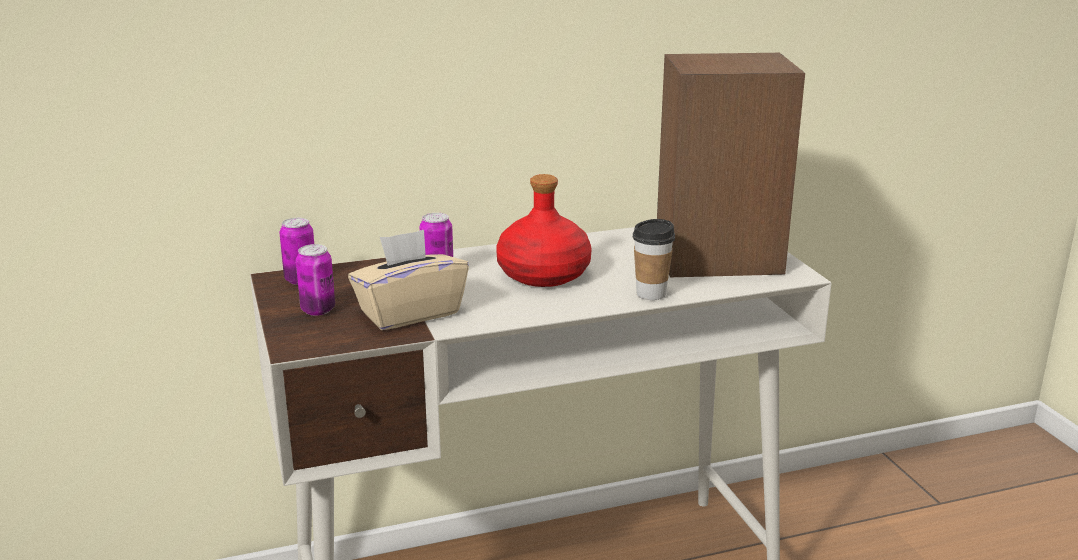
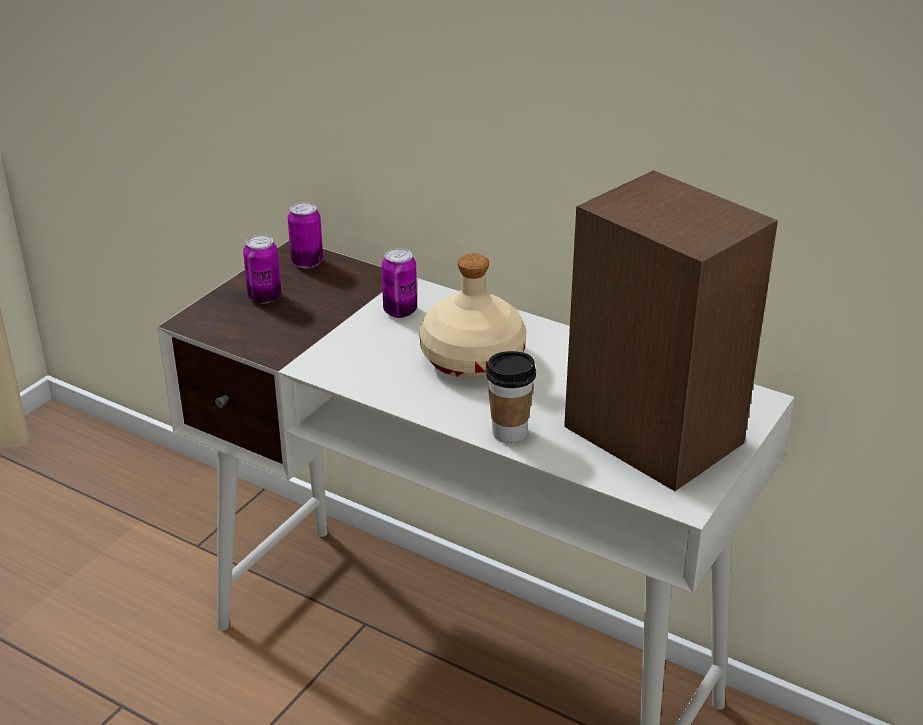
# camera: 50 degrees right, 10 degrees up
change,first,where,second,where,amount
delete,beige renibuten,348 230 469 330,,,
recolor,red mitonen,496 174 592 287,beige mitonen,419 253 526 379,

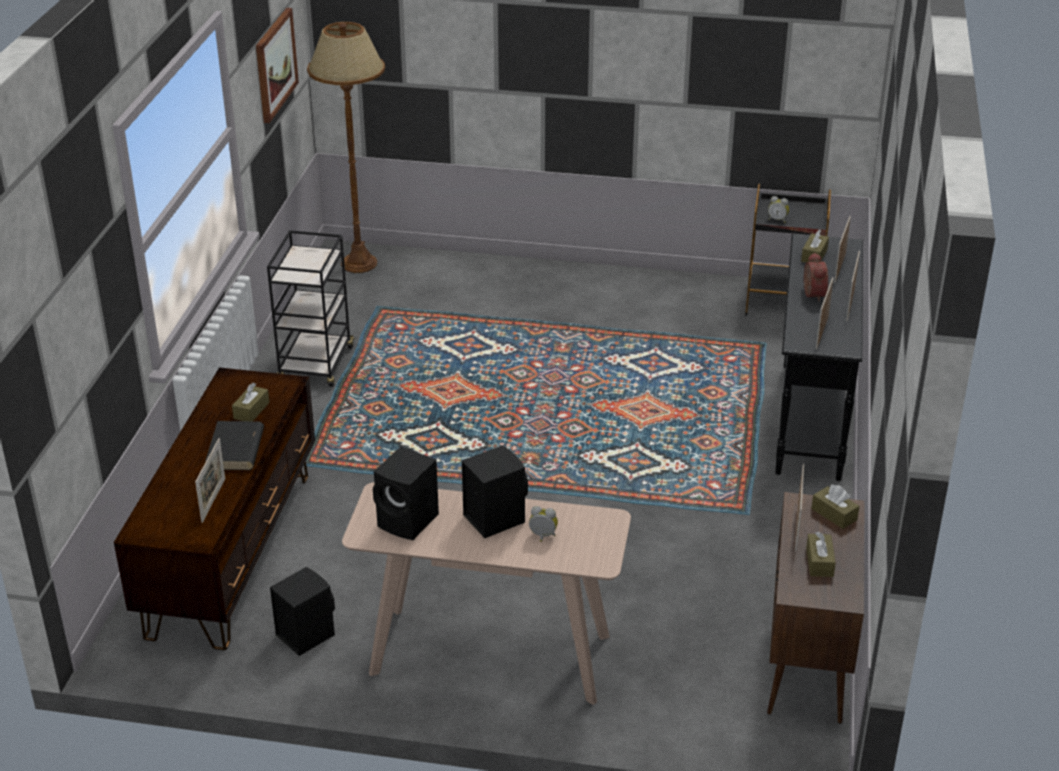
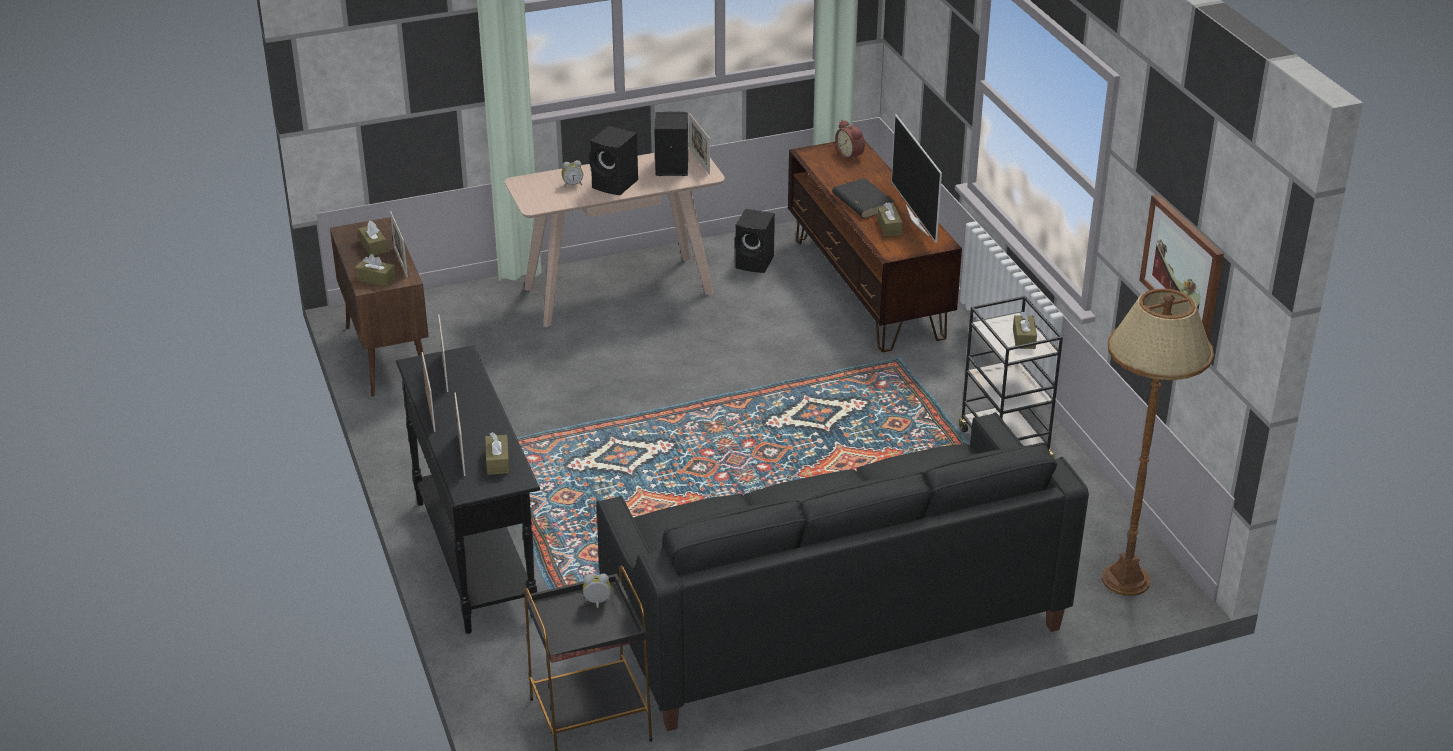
# camera: 150 degrees right, 0 degrees up
change,first,where,second,where,amount
insert,,,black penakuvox,596 412 1089 731,
insert,,,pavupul,891 114 942 243,
insert,,,brown renibuten,1013 312 1037 349,
move,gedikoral,195 438 225 523,,689 114 710 174,
move,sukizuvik,804 252 828 302,,835 120 865 161,

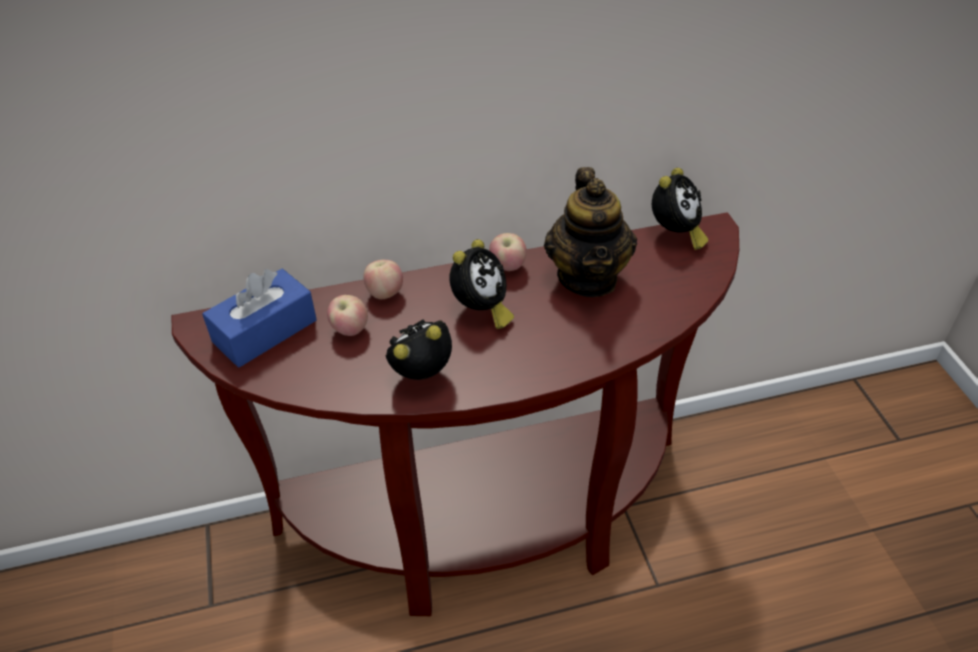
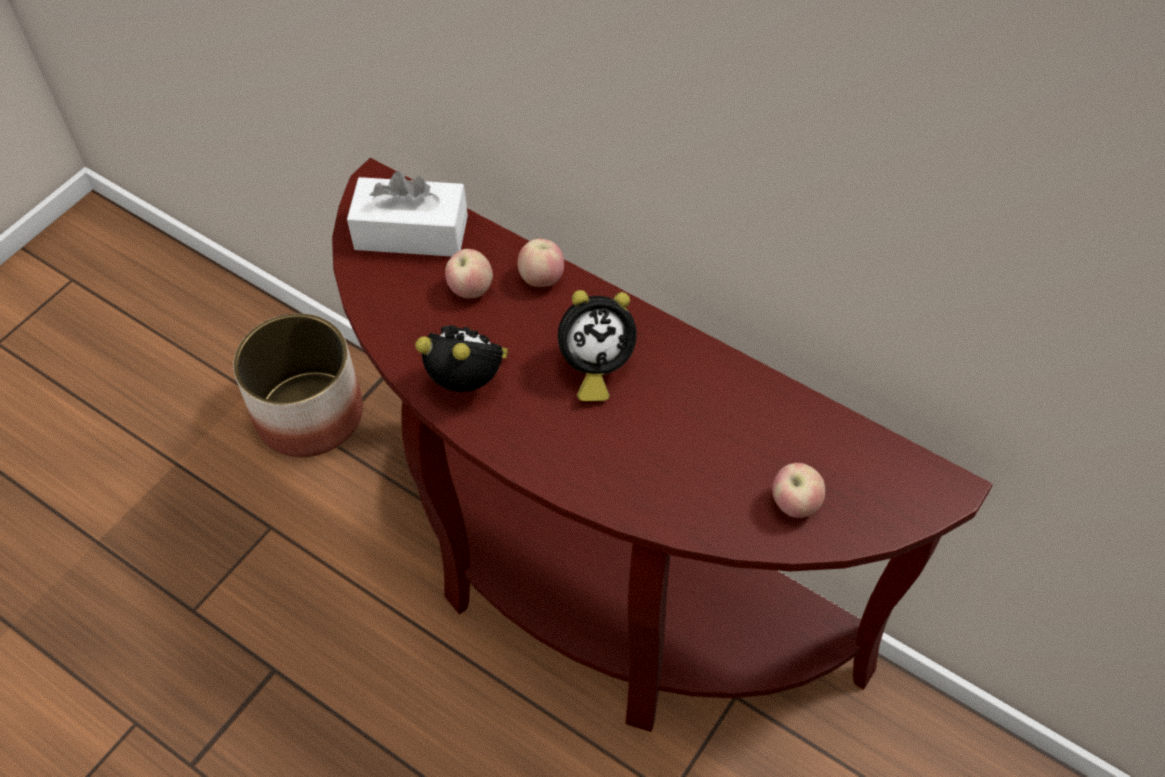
# camera: 50 degrees right, 10 degrees up
change,first,where,second,where,amount
delete,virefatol,544 167 637 297,,,
delete,sukizuvik,652 168 708 250,,,
insert,,,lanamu,233 313 363 457,
move,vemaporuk,489 233 527 271,,773 463 825 518,
recolor,blue renibuten,202 269 317 367,white renibuten,347 171 468 257,

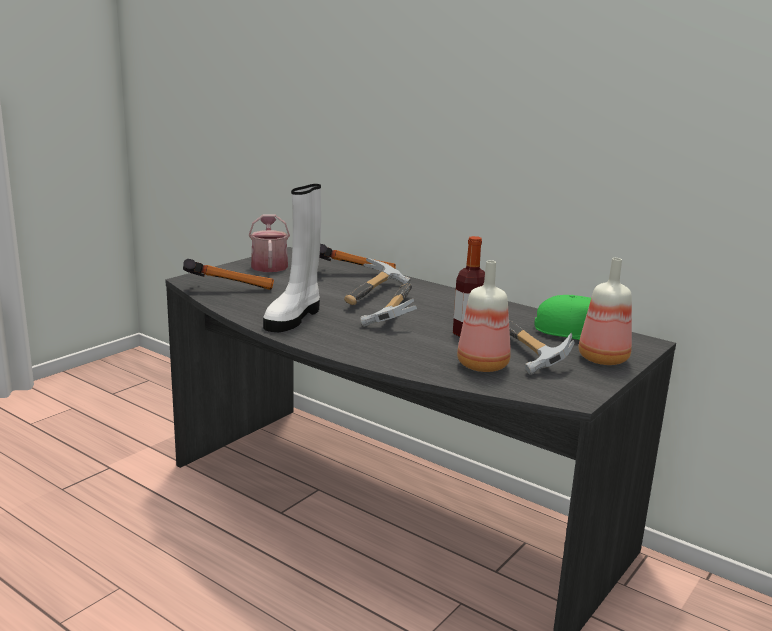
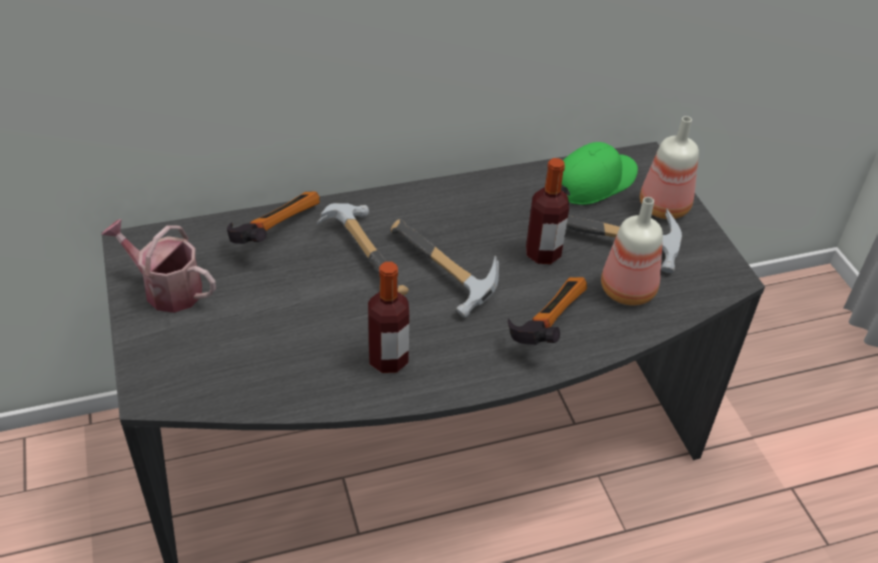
# camera: 55 degrees left, 25 degrees up
change,first,where,second,where,amount
move,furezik,183 259 274 290,,508 277 587 345,
replace,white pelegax,263 184 321 332,mitonen,368 262 409 373,

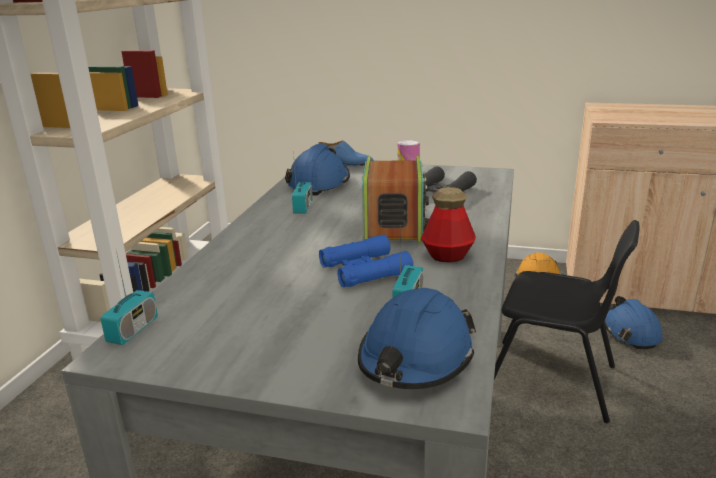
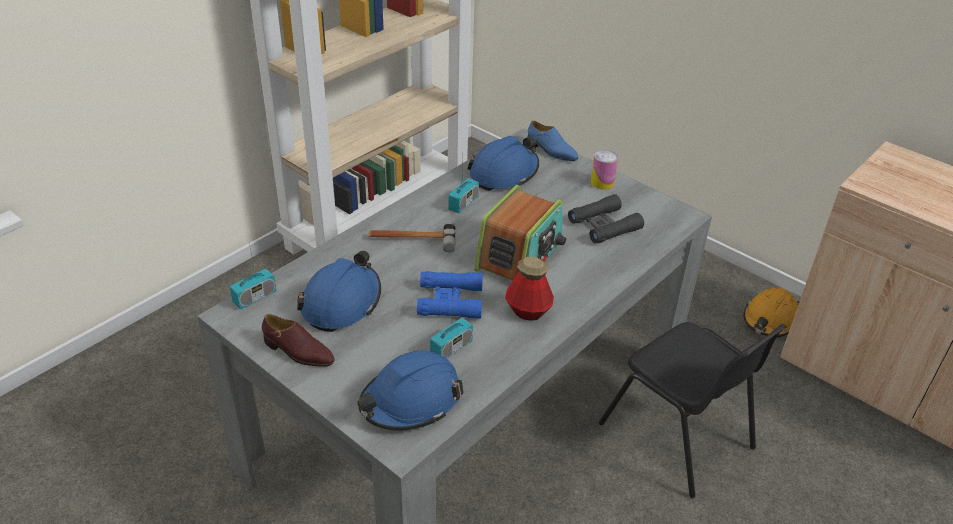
# camera: 25 degrees right, 15 degrees up
change,first,where,second,where,amount
insert,,,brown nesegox,262 314 335 367,
insert,,,furezik,368 222 455 252,
move,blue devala,604 296 663 349,,297 251 381 332,

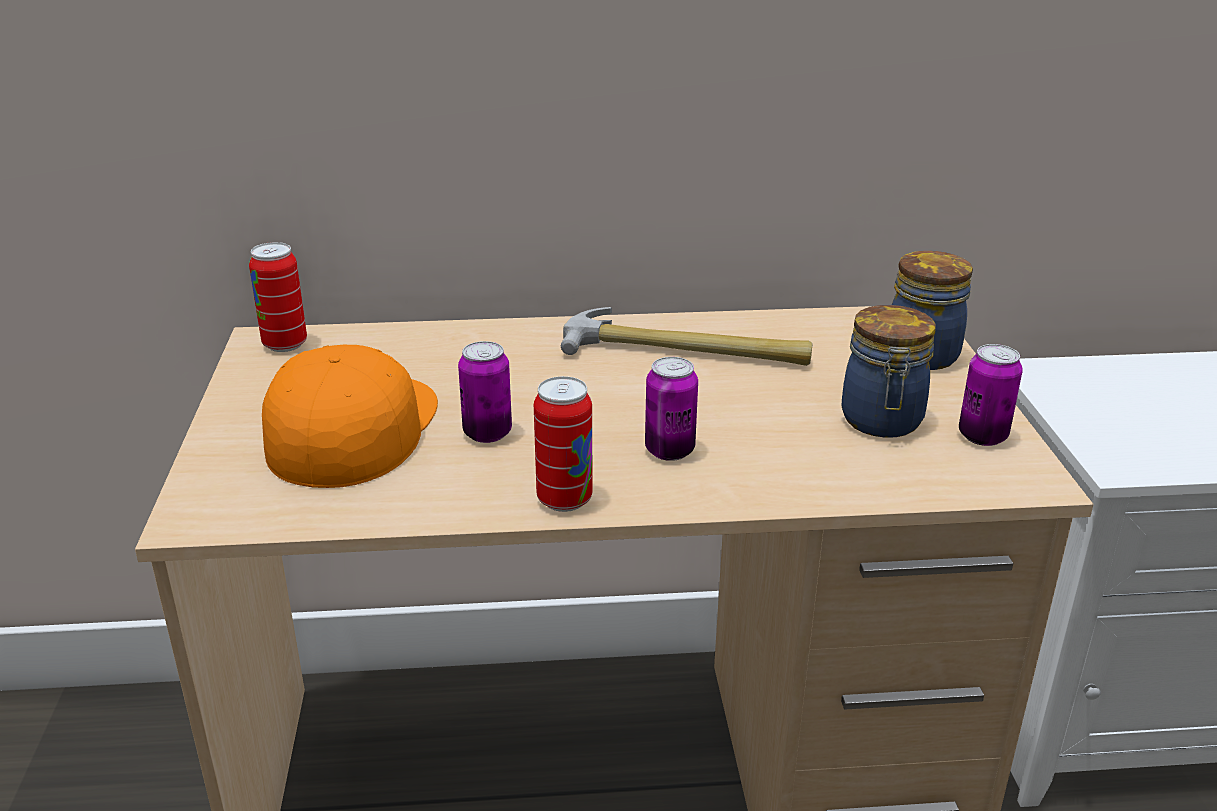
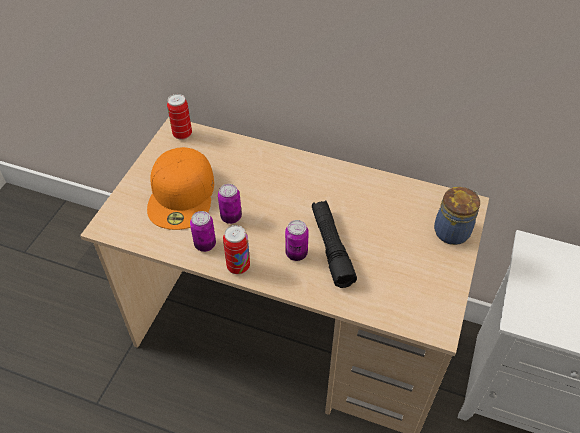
# camera: 25 degrees right, 20 degrees up
change,first,where,second,where,amount
delete,furezik,561 307 813 366,,,
delete,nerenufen,841 305 936 438,,,
insert,,,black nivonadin,312 200 357 288,
move,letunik,959 344 1023 446,,190 211 216 252,
rotate,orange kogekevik,262 345 438 488,,147 147 214 230,150 degrees clockwise

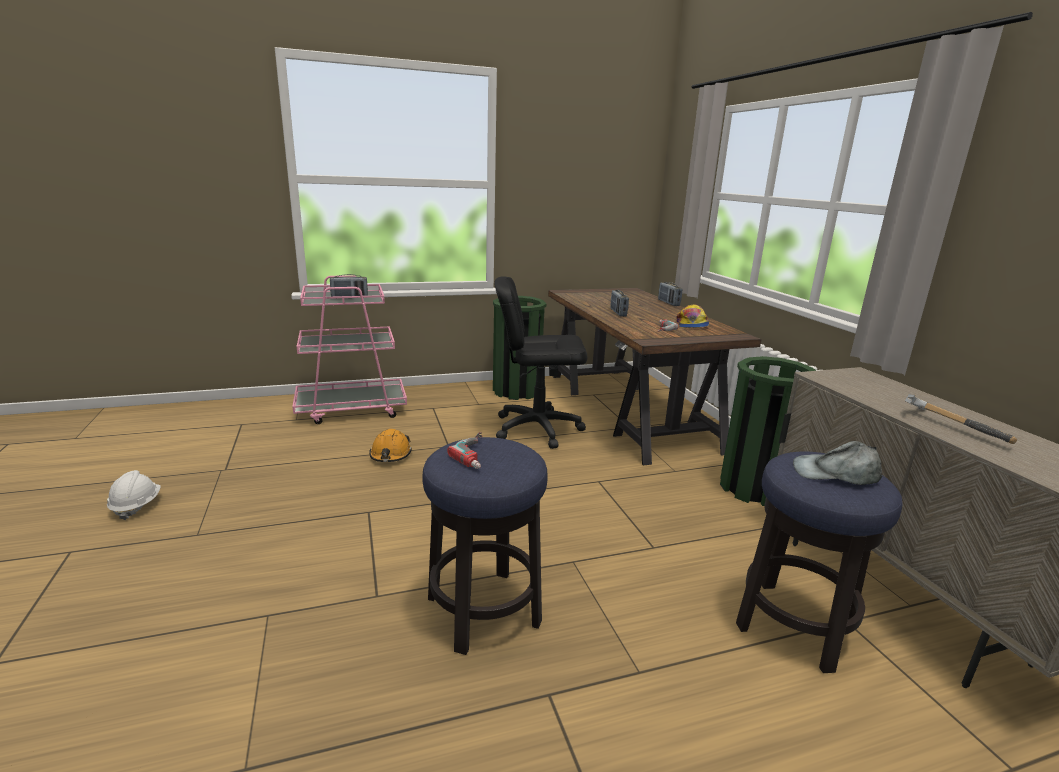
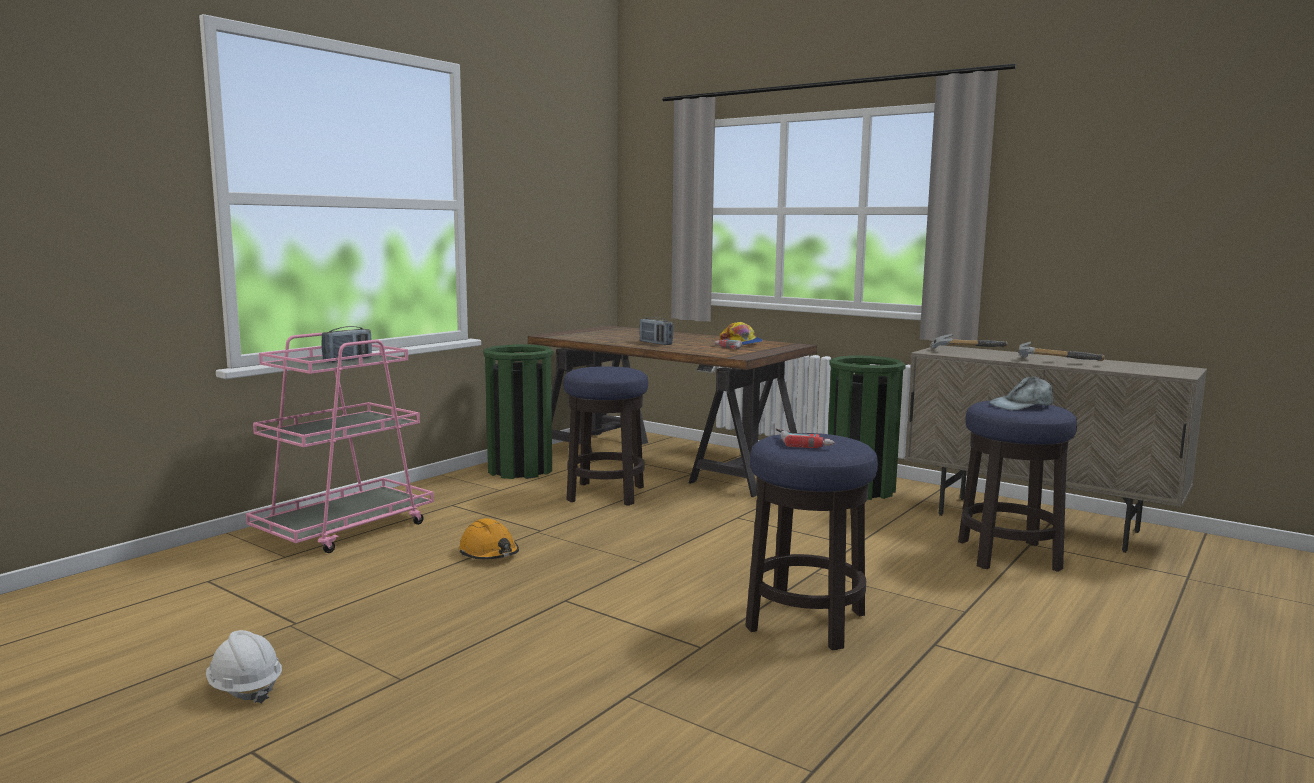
# camera: 35 degrees left, 10 degrees down
change,first,where,second,where,amount
delete,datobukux,658 282 682 306,,,
insert,,,furezik,930 333 1008 349,
replace,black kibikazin,495 276 587 449,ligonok,563 366 648 506,

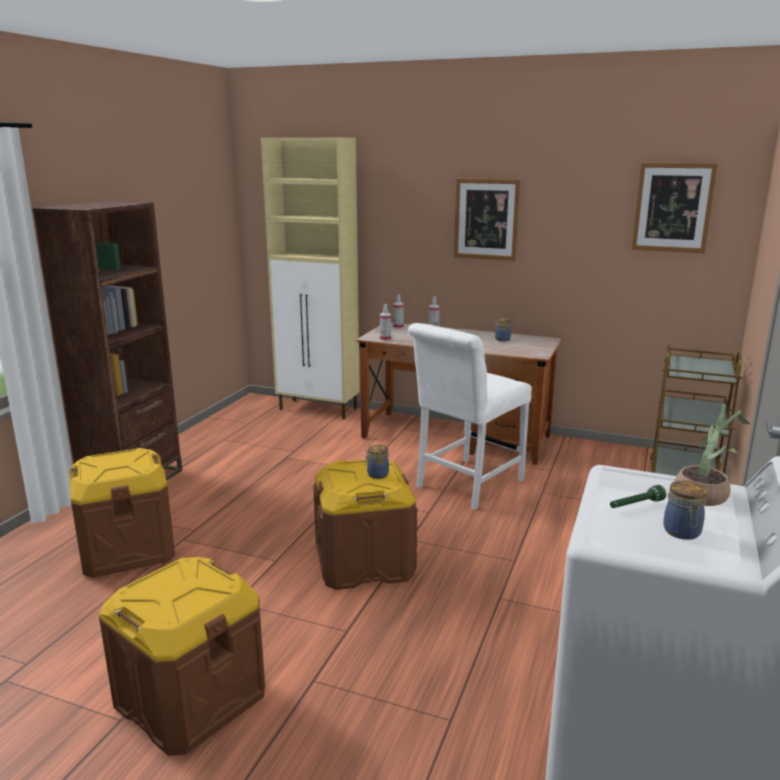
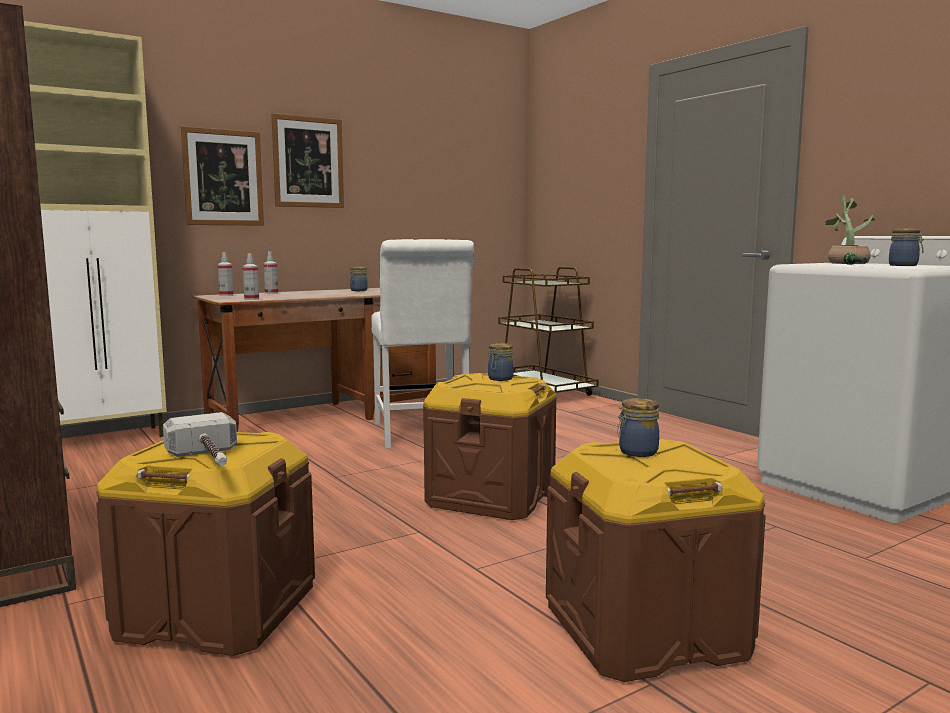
# camera: 55 degrees left, 10 degrees down
change,first,where,second,where,amount
insert,,,furezik,163 412 237 466,
insert,,,nerenufen,617 398 659 457,
move,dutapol,631 163 718 253,,181 126 264 226,

